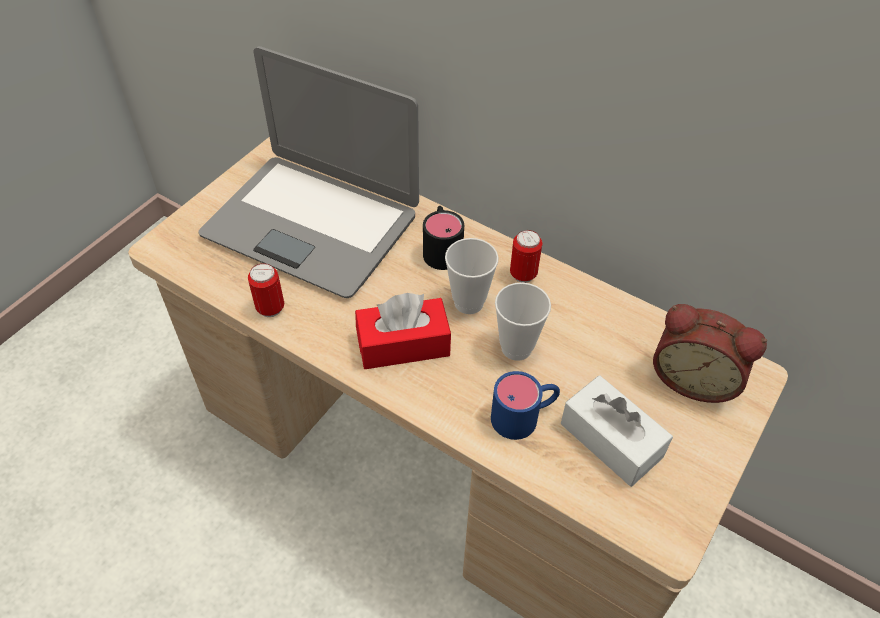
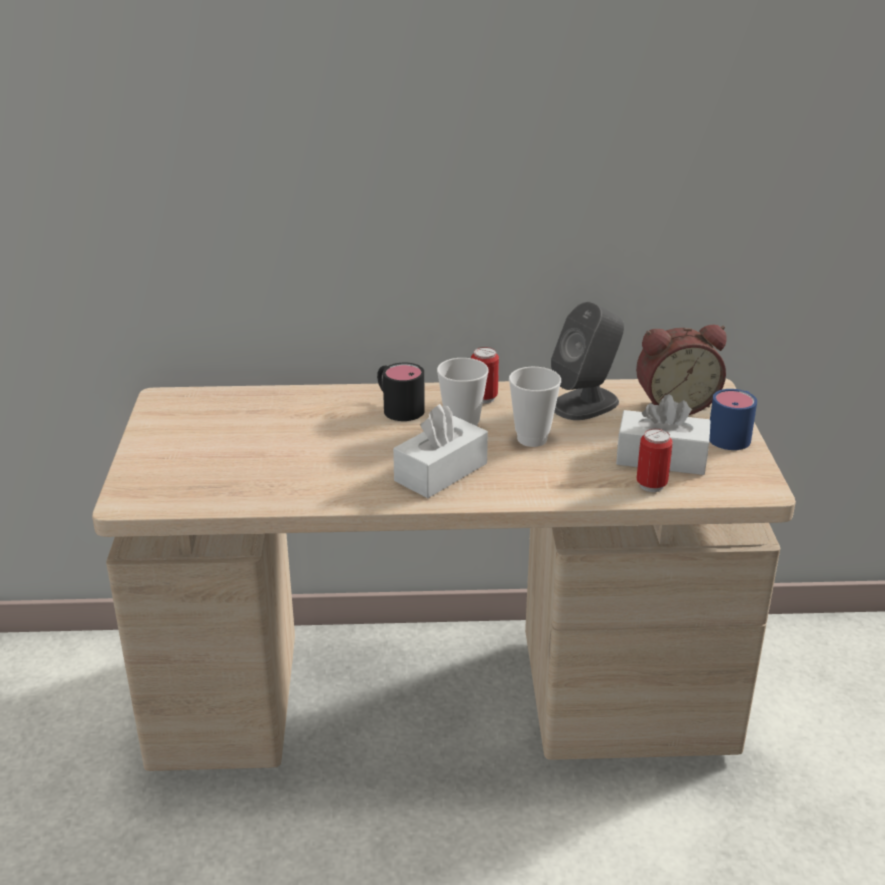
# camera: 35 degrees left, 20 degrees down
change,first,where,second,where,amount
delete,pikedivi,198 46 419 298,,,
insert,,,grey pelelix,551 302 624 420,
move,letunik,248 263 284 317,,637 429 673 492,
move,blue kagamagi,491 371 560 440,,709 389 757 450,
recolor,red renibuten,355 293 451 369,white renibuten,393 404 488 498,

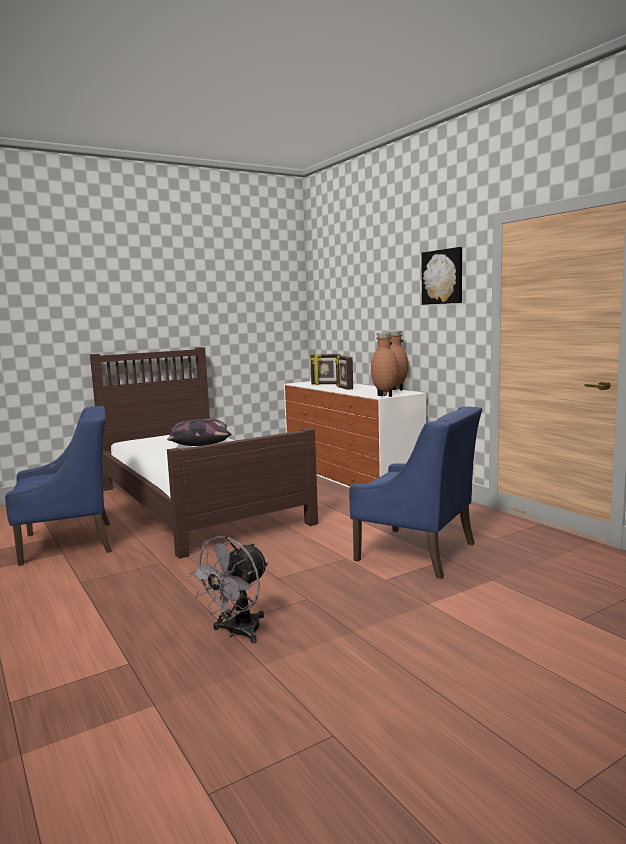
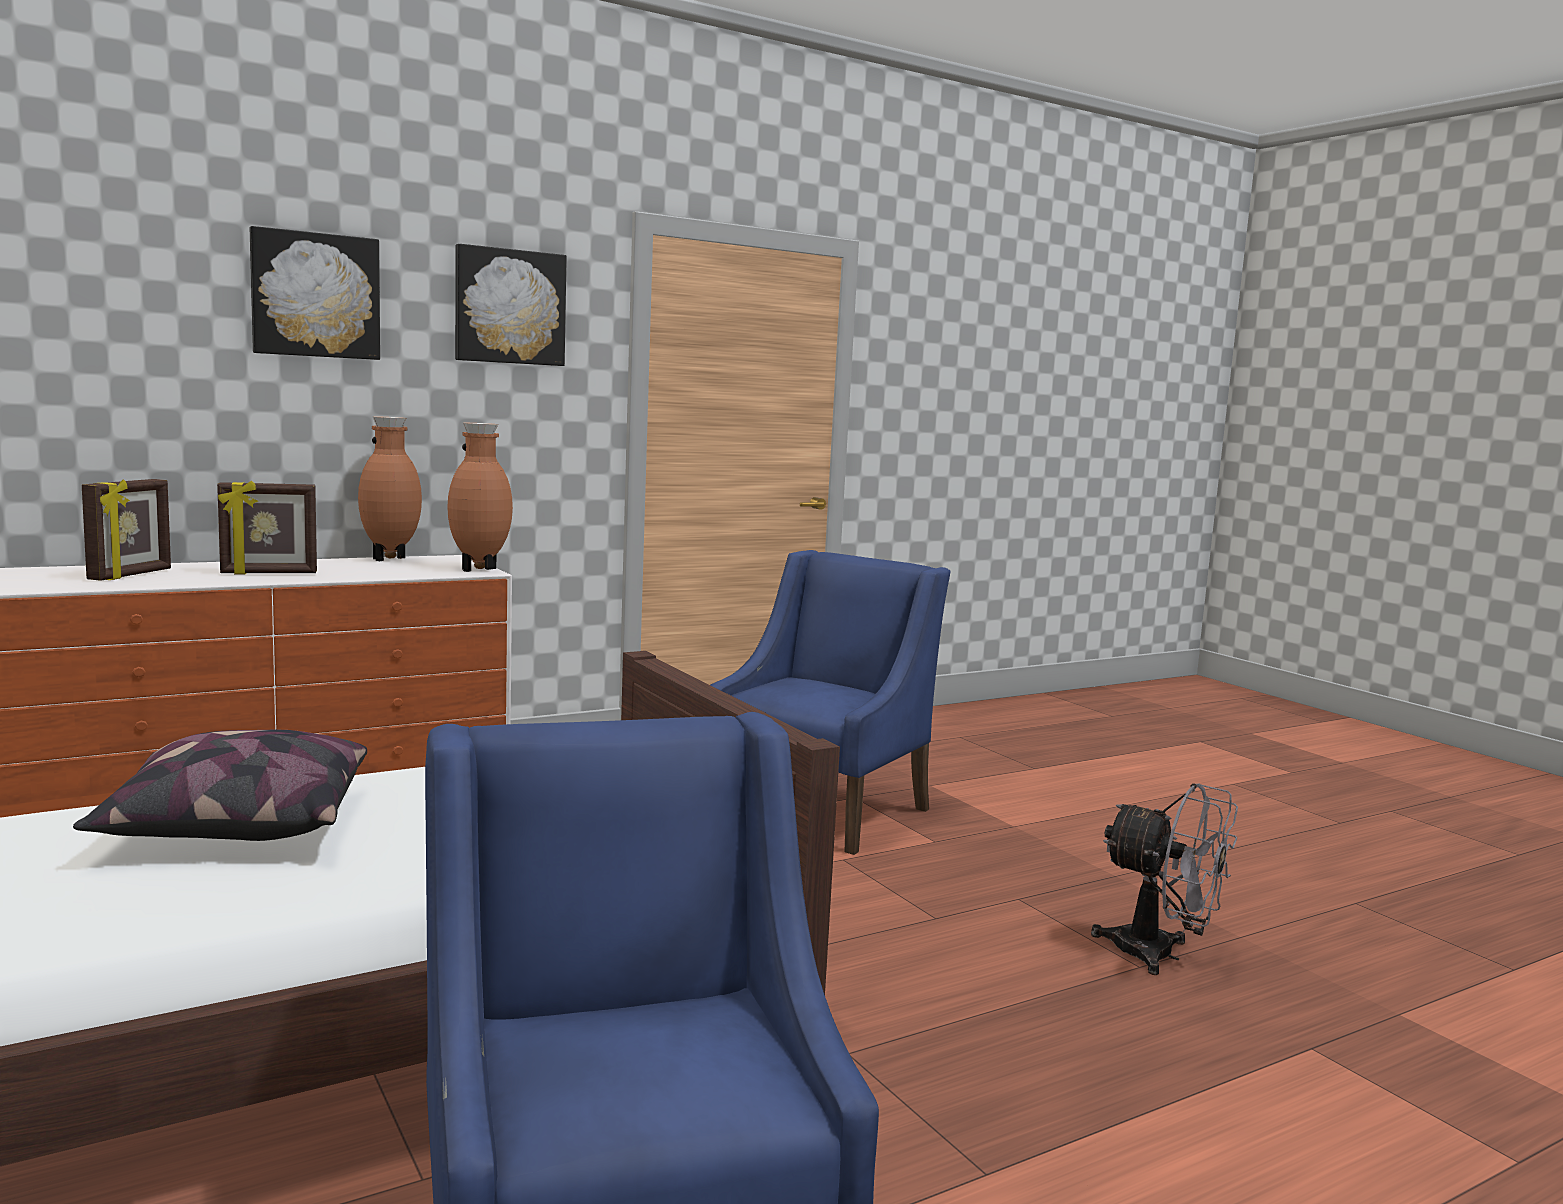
# camera: 90 degrees left, 0 degrees up
change,first,where,second,where,amount
insert,,,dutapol,250 226 380 360,

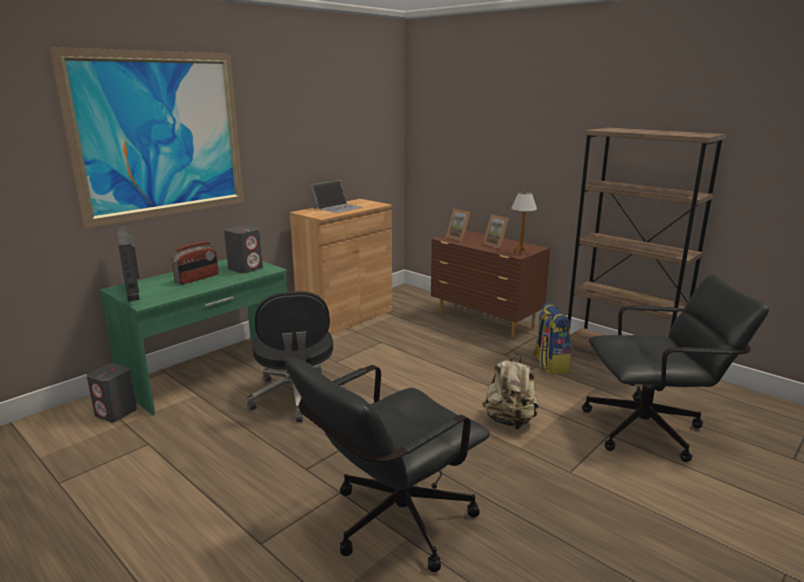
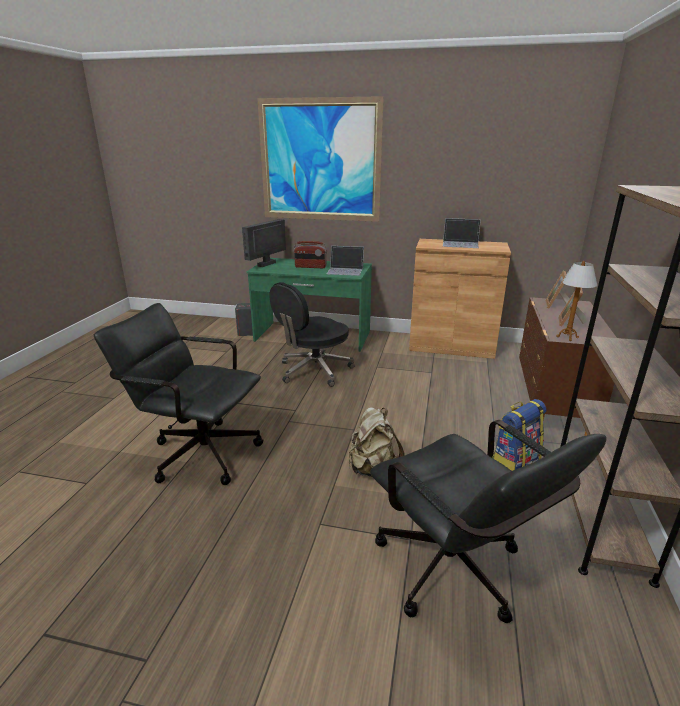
# camera: 60 degrees right, 5 degrees up
change,first,where,second,where,amount
replace,grey pelelix,224 225 263 273,pikedivi,327 246 364 276,

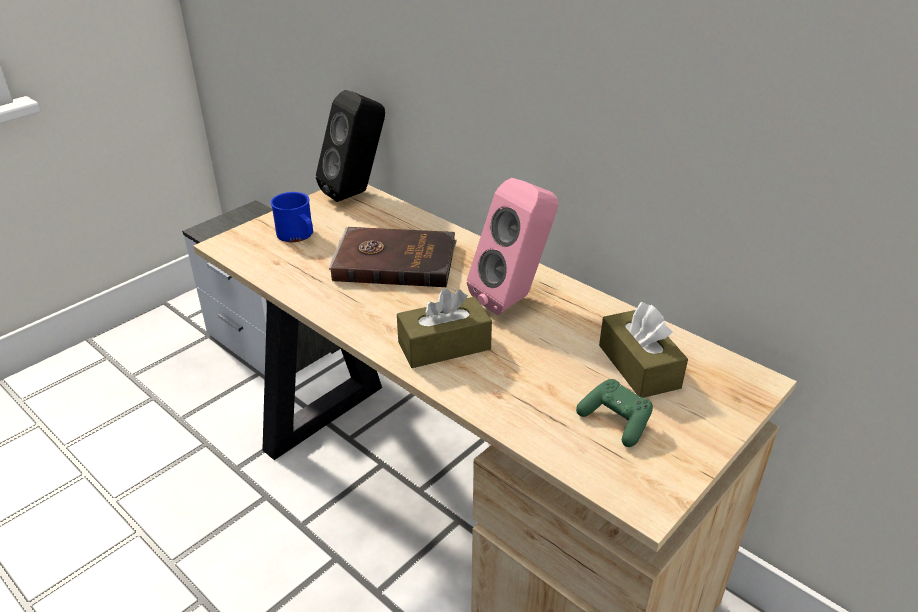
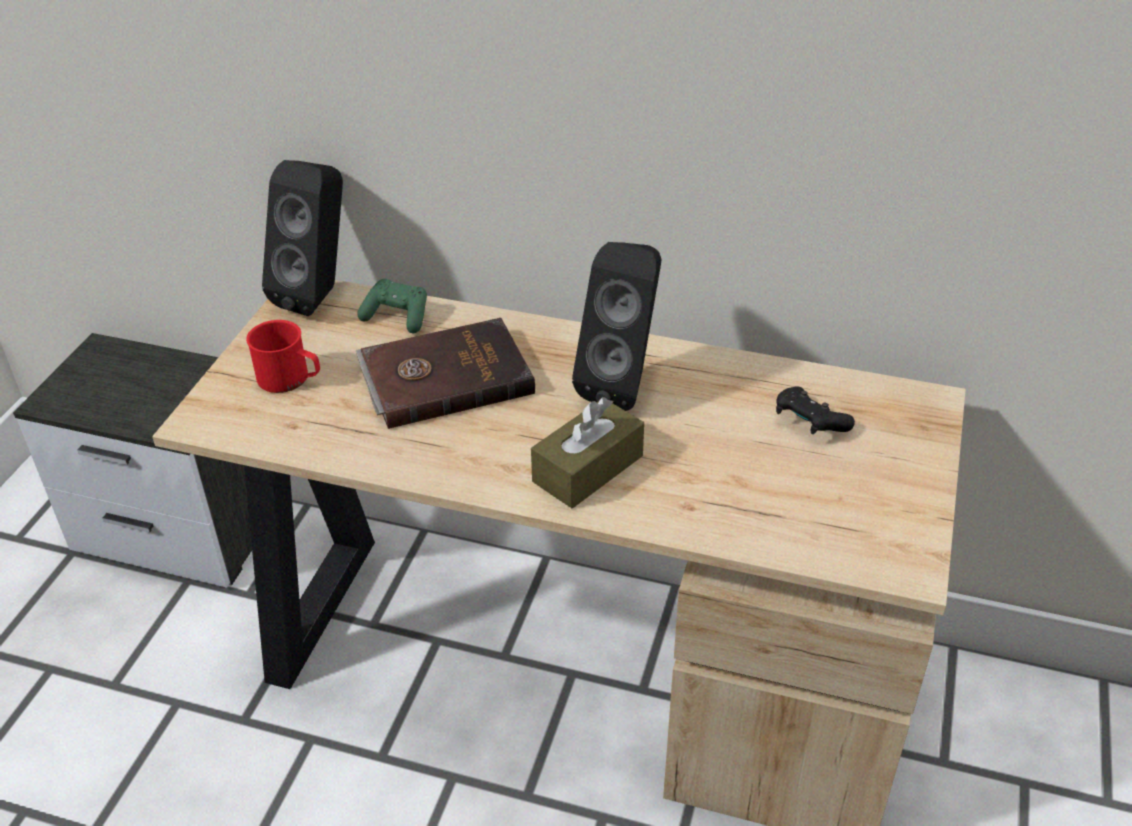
# camera: 25 degrees left, 5 degrees up
change,first,where,second,where,amount
move,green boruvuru,576 379 653 447,,357 279 427 333,
replace,brown renibuten,599 302 688 398,black boruvuru,776 387 855 434,
recolor,blue kagamagi,271 192 313 242,red kagamagi,246 320 320 393,
recolor,pink pelelix,467 178 559 315,black pelelix,572 242 661 411,

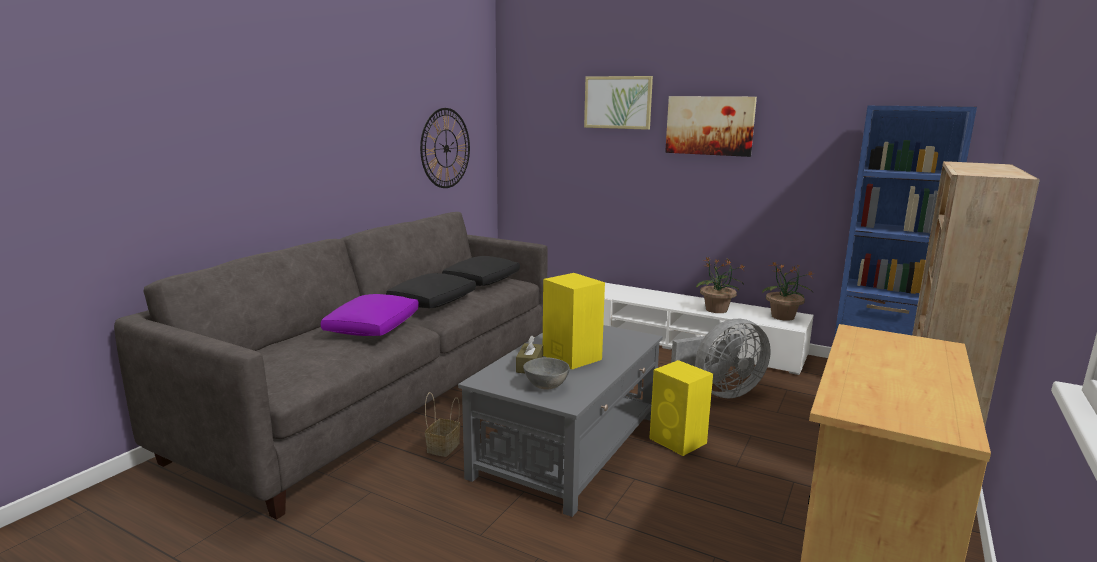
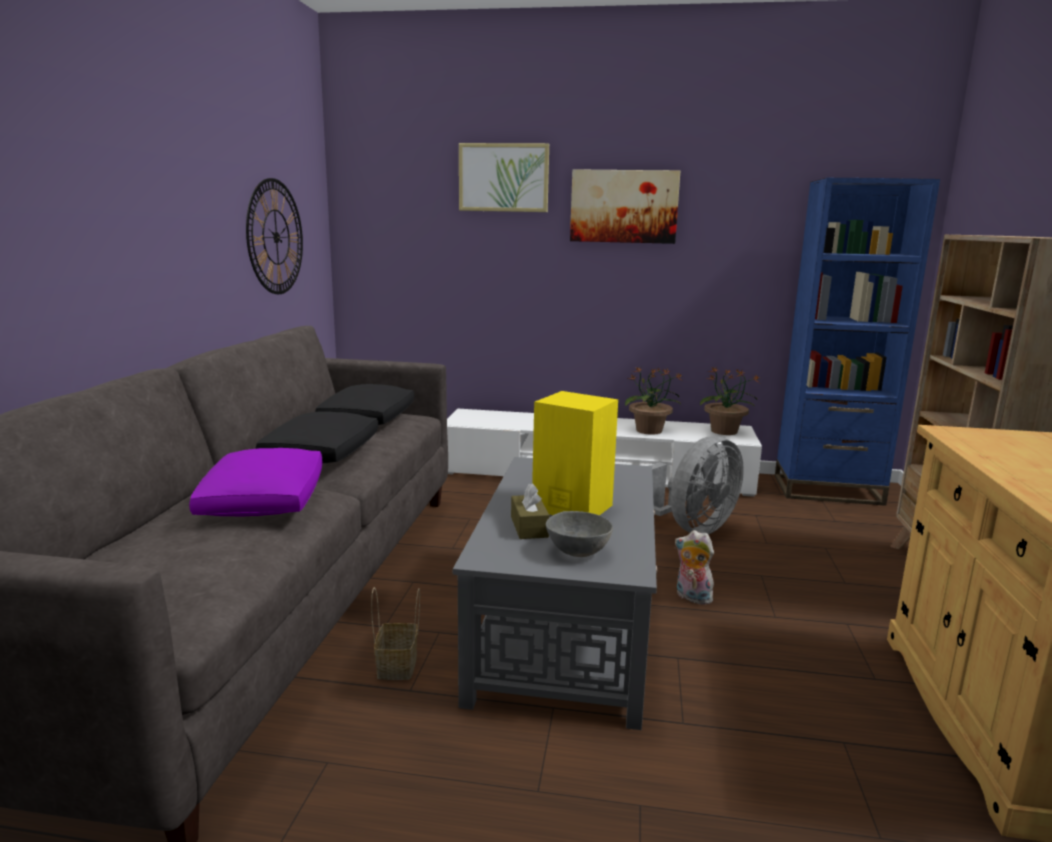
# camera: 20 degrees left, 0 degrees up
change,first,where,second,where,amount
replace,yellow pelelix,649 360 713 456,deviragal,675 530 714 605,

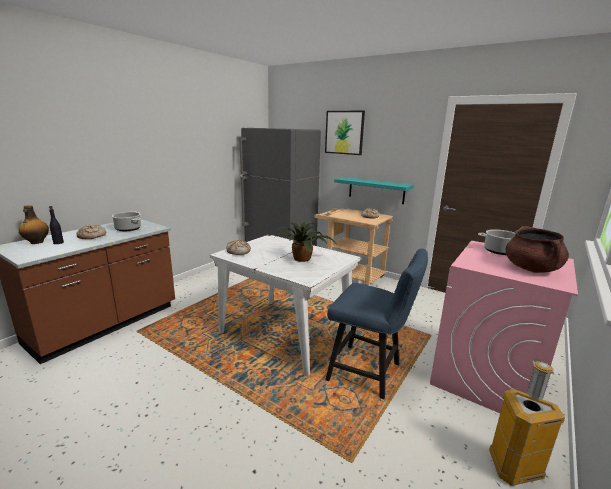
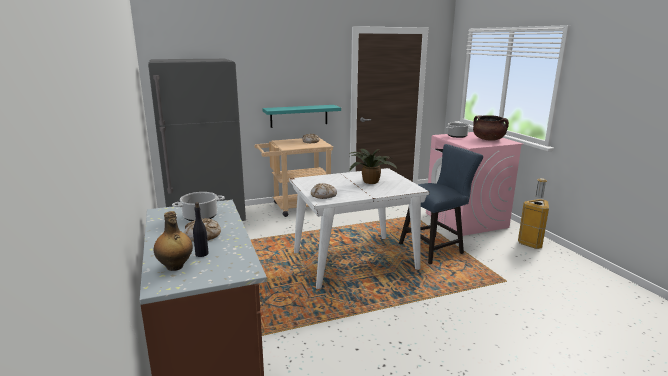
# camera: 55 degrees left, 0 degrees up
change,first,where,second,where,amount
delete,dutapol,325 111 365 155,,,

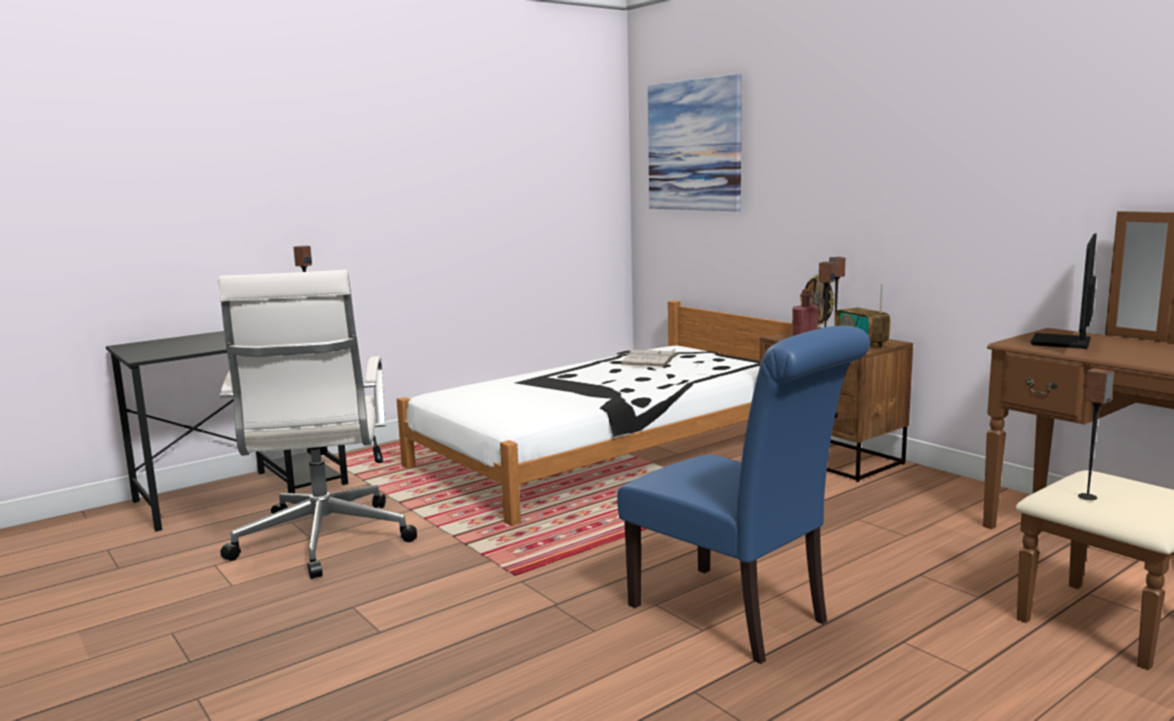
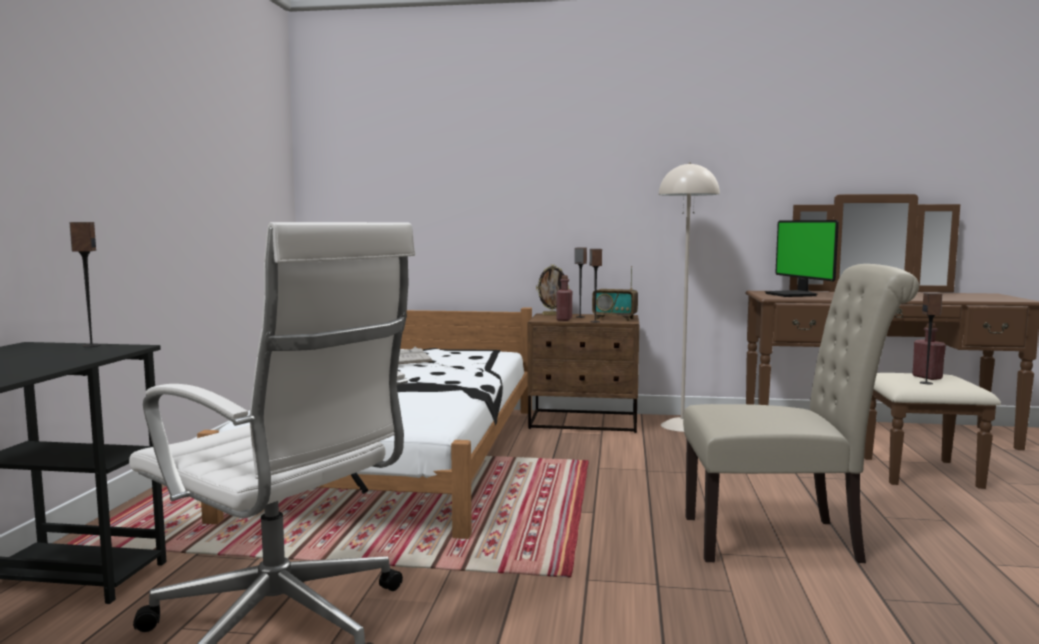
# camera: 45 degrees left, 5 degrees down
change,first,where,second,where,amount
delete,dutapol,648 74 742 211,,,
insert,,,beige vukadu,659 162 720 432,
insert,,,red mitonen,912 323 946 380,
recolor,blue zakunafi,617 326 870 664,beige zakunafi,683 264 919 563,

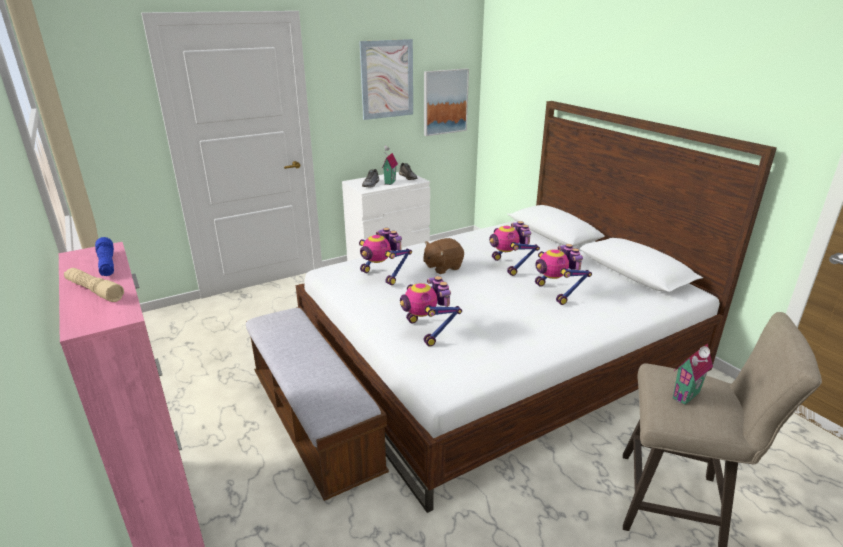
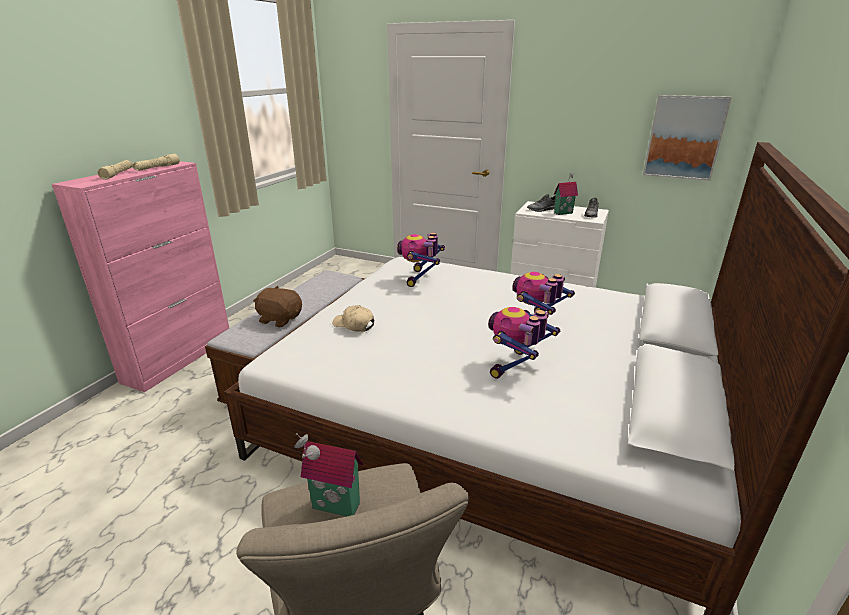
# camera: 55 degrees right, 0 degrees up
change,first,where,second,where,amount
delete,dutapol,359 39 413 120,,,
move,brown deviragal,423 238 464 274,,253 286 302 328,
replace,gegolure,400 276 462 346,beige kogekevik,332 305 374 332,
recolor,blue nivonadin,95 237 114 276,beige nivonadin,132 154 180 171,

